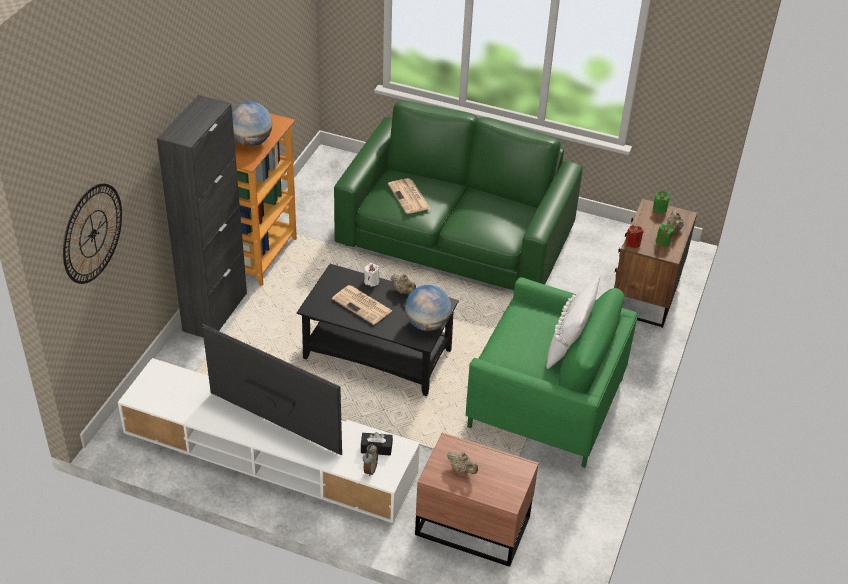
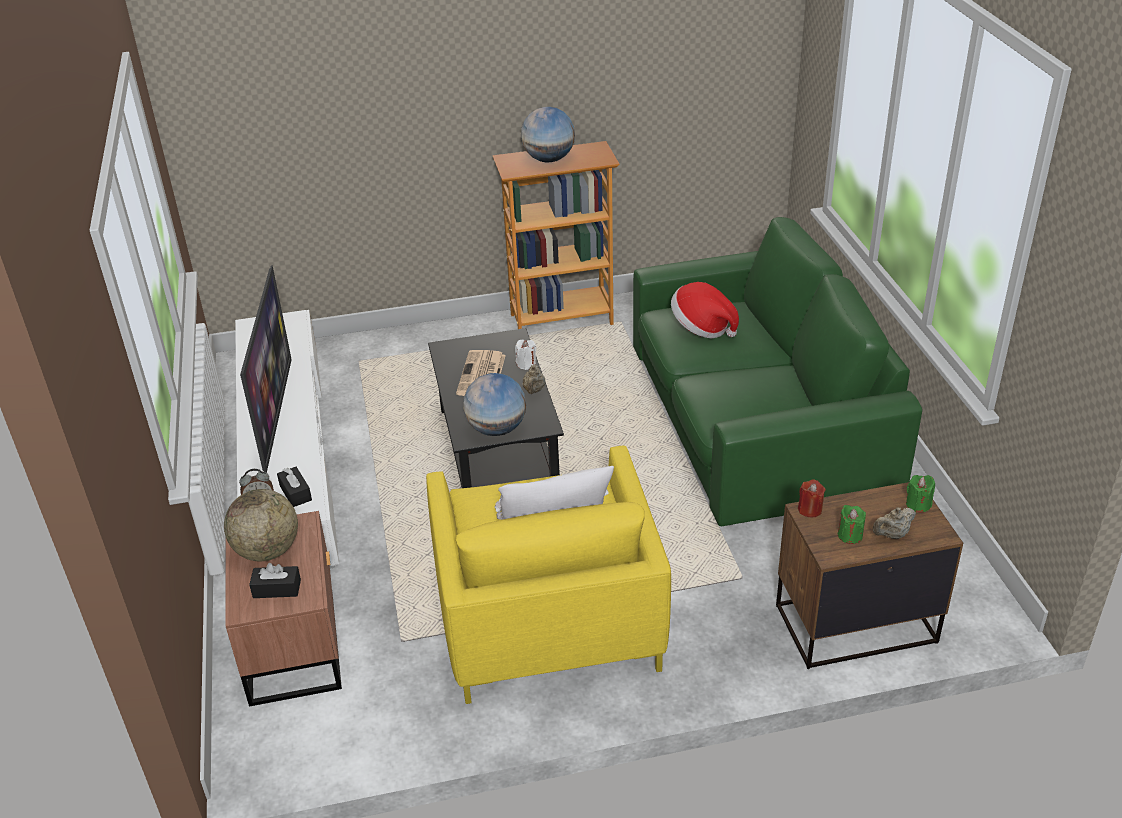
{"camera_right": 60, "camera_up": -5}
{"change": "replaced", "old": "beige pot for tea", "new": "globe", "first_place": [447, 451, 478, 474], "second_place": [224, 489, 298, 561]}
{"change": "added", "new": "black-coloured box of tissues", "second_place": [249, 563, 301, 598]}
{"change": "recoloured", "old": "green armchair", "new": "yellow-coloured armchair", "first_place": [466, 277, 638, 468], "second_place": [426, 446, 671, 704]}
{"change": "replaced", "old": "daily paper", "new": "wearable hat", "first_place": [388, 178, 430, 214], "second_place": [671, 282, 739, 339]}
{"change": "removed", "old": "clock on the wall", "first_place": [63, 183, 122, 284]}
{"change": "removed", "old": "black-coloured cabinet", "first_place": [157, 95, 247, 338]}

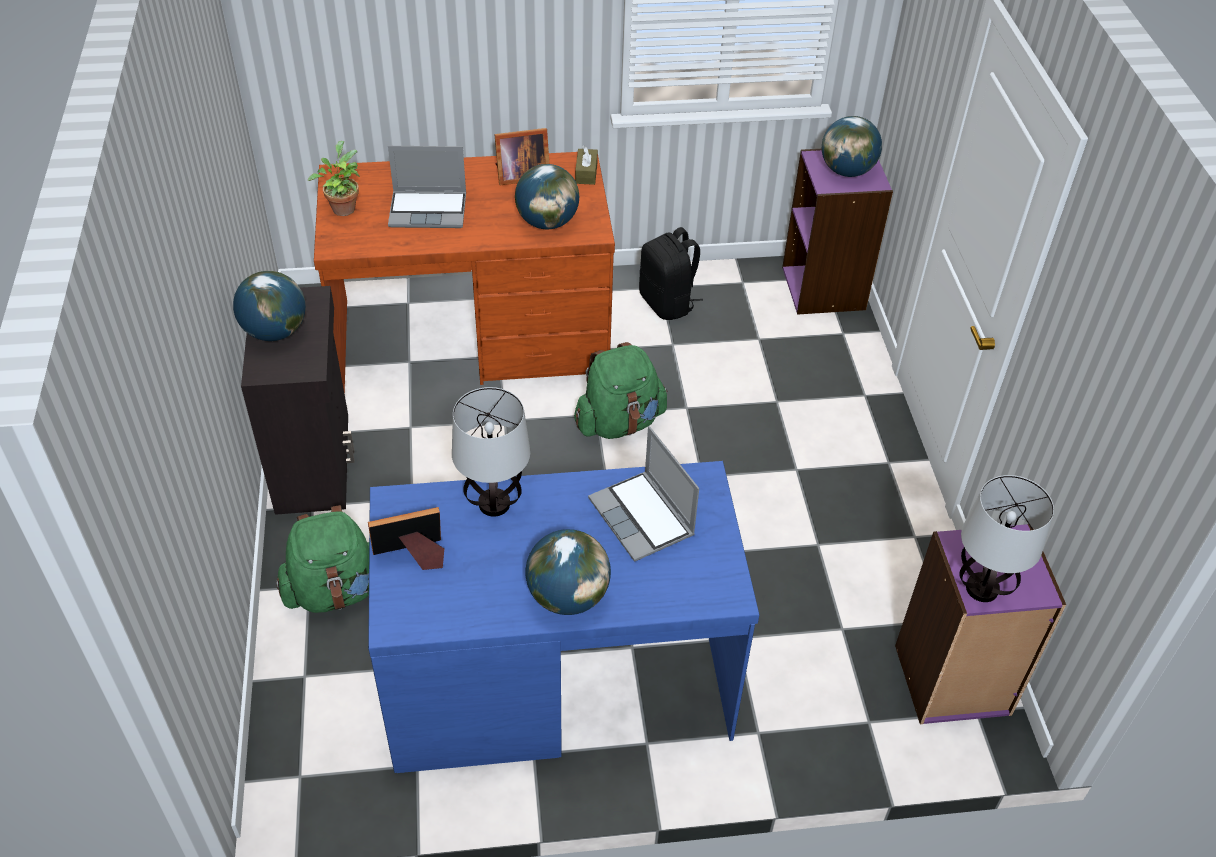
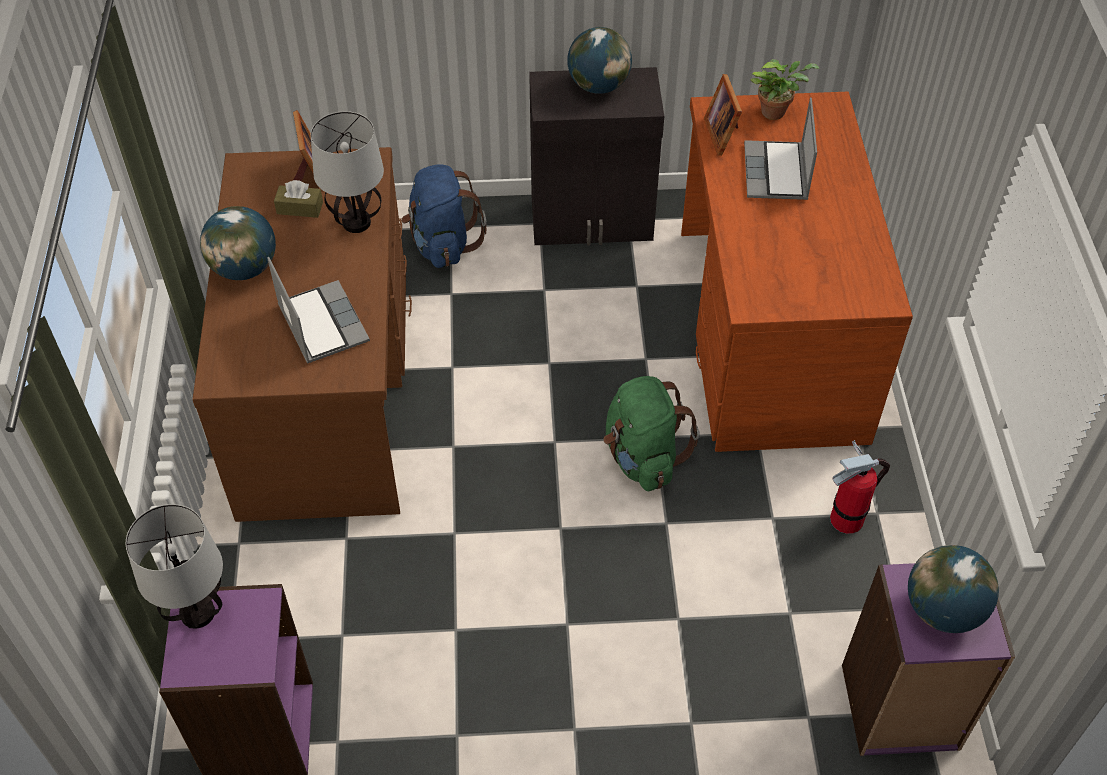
{"camera_right": 95, "camera_up": 5}
{"change": "recoloured", "old": "blue desk unit", "new": "brown desk unit", "first_place": [368, 461, 760, 773], "second_place": [192, 147, 412, 522]}
{"change": "turned", "old": "laptop", "first_place": [588, 426, 699, 562], "second_place": [268, 257, 370, 364], "degrees": 90}
{"change": "moved", "old": "brown box of tissues", "first_place": [575, 146, 598, 185], "second_place": [274, 180, 323, 218]}
{"change": "recoloured", "old": "green rucksack", "new": "blue rucksack", "first_place": [276, 505, 369, 613], "second_place": [401, 164, 487, 268]}
{"change": "moved", "old": "photo frame", "first_place": [494, 128, 549, 185], "second_place": [704, 74, 742, 156]}
{"change": "replaced", "old": "black-coloured rucksack", "new": "extinguisher", "first_place": [639, 227, 703, 320], "second_place": [830, 440, 890, 534]}
{"change": "removed", "old": "globe", "first_place": [515, 164, 579, 229]}

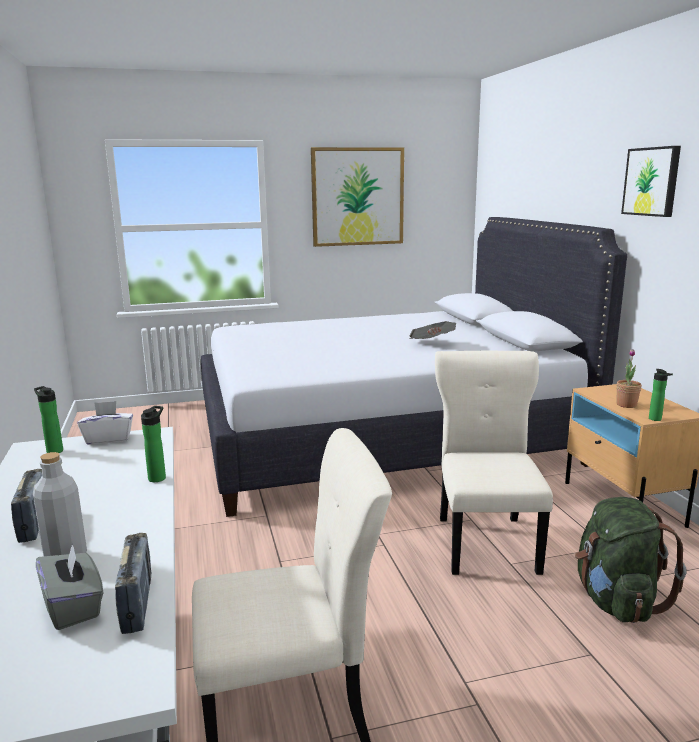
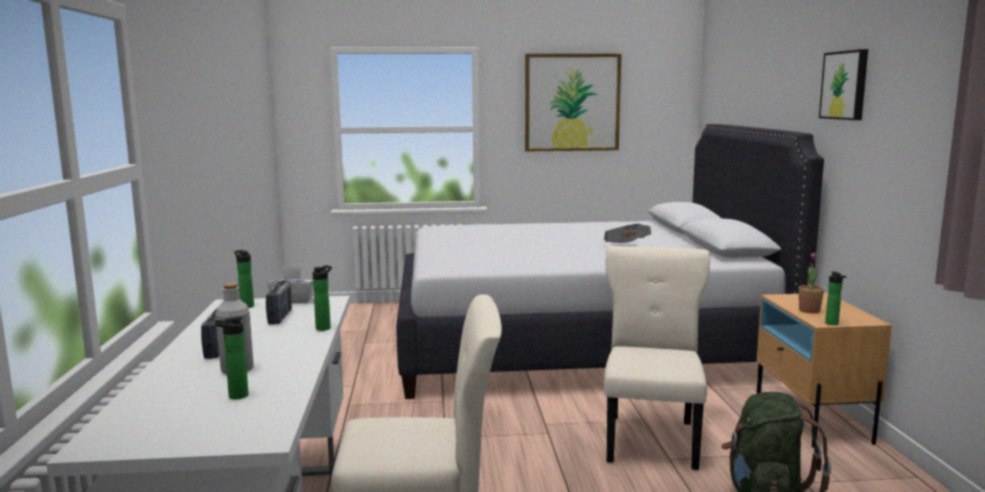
{"camera_right": 10, "camera_up": -5}
{"change": "replaced", "old": "gray box of tissues", "new": "beverage bottle", "first_place": [36, 542, 104, 630], "second_place": [214, 317, 249, 399]}
{"change": "moved", "old": "radio set", "first_place": [115, 533, 151, 634], "second_place": [266, 281, 292, 324]}

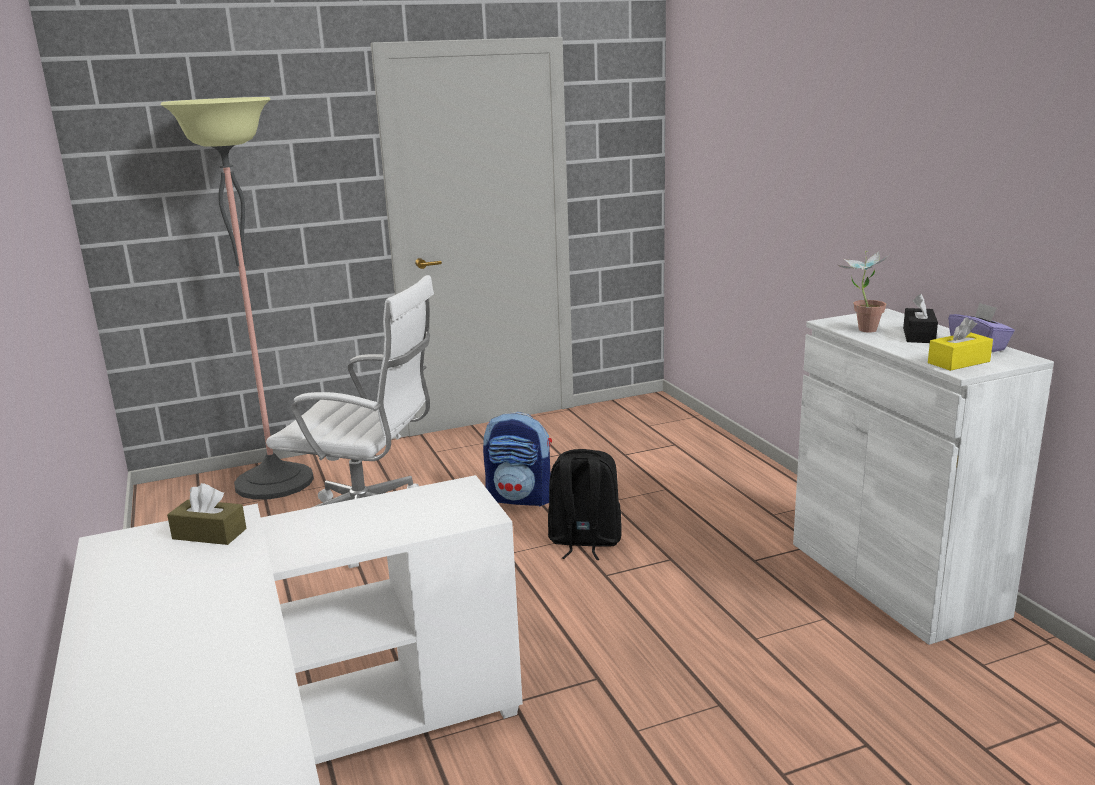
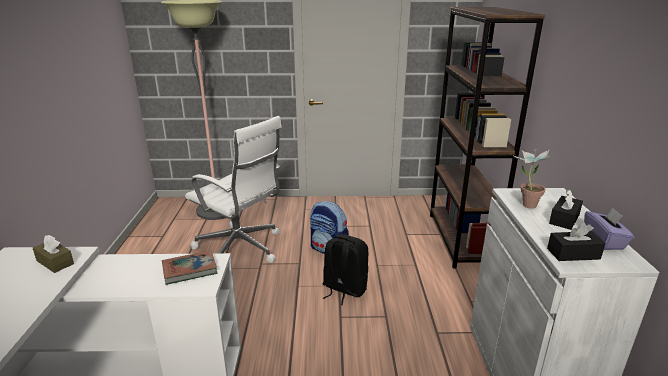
{"camera_right": 20, "camera_up": 5}
{"change": "added", "new": "volume", "second_place": [162, 250, 218, 285]}
{"change": "added", "new": "brown shelving unit", "second_place": [430, 7, 545, 268]}
{"change": "recoloured", "old": "yellow-coloured box of tissues", "new": "black-coloured box of tissues", "first_place": [928, 317, 993, 371], "second_place": [547, 222, 606, 261]}

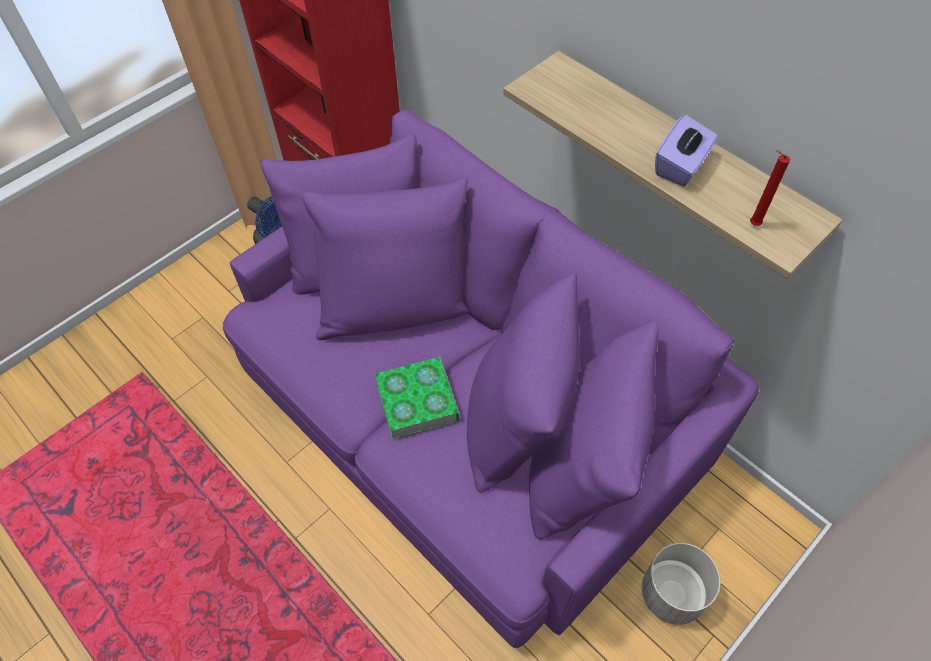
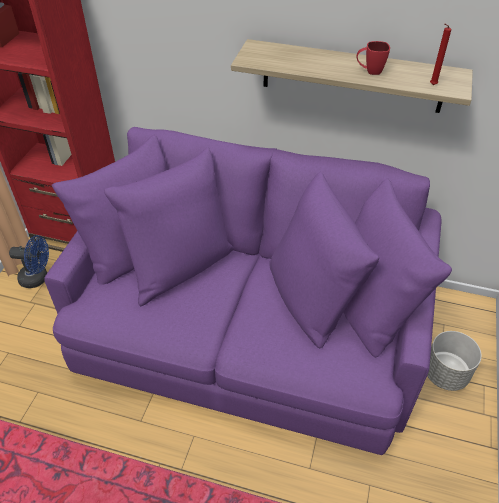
{"camera_right": -30, "camera_up": -10}
{"change": "replaced", "old": "purple-coloured box of tissues", "new": "reddish coffee mug", "first_place": [655, 115, 718, 186], "second_place": [356, 41, 390, 75]}
{"change": "removed", "old": "volume", "first_place": [375, 357, 459, 439]}

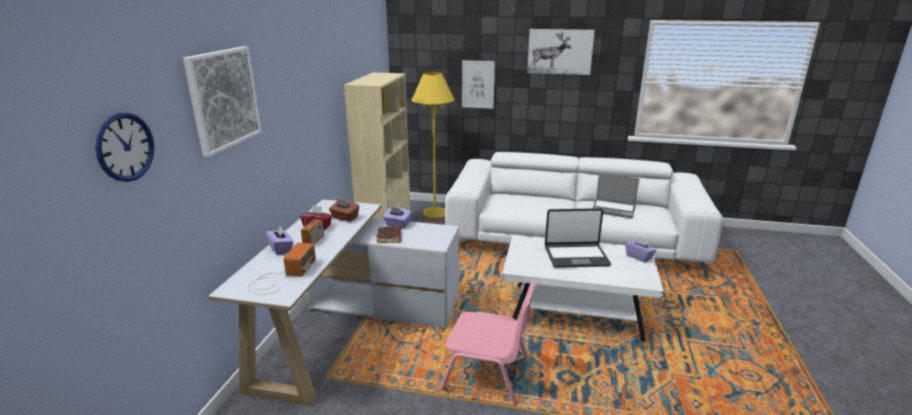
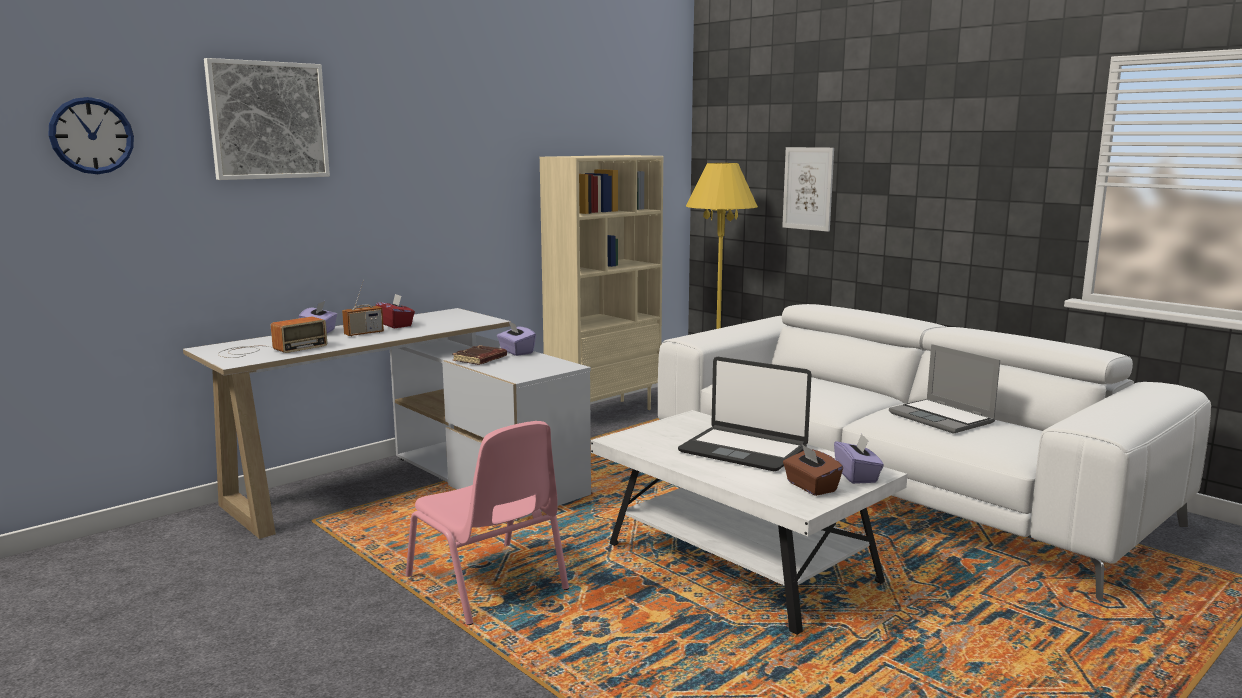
{"camera_right": 35, "camera_up": -10}
{"change": "moved", "old": "brown box of tissues", "first_place": [329, 199, 359, 222], "second_place": [783, 444, 843, 496]}
{"change": "removed", "old": "wall picture", "first_place": [527, 29, 595, 75]}

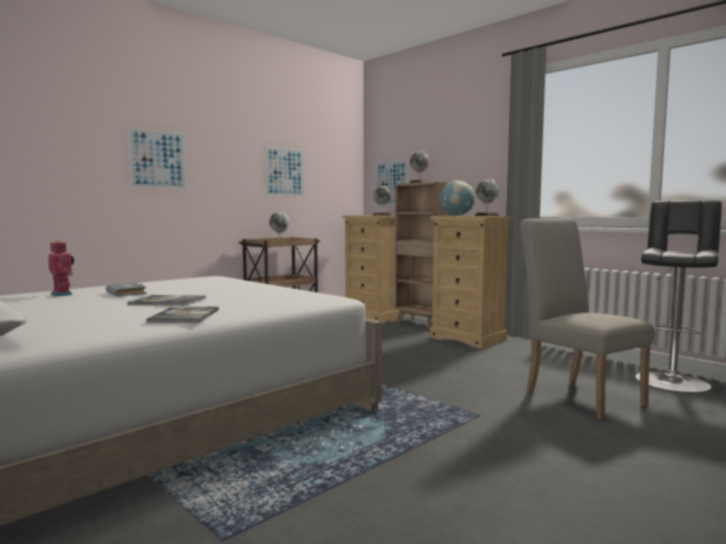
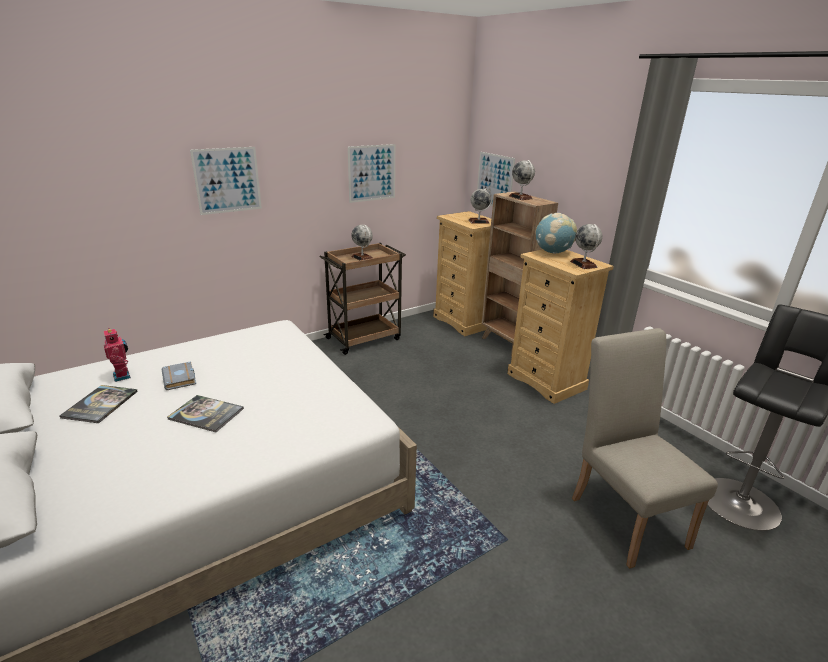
{"camera_right": 10, "camera_up": 20}
{"change": "moved", "old": "volume", "first_place": [146, 307, 219, 323], "second_place": [59, 385, 138, 423]}

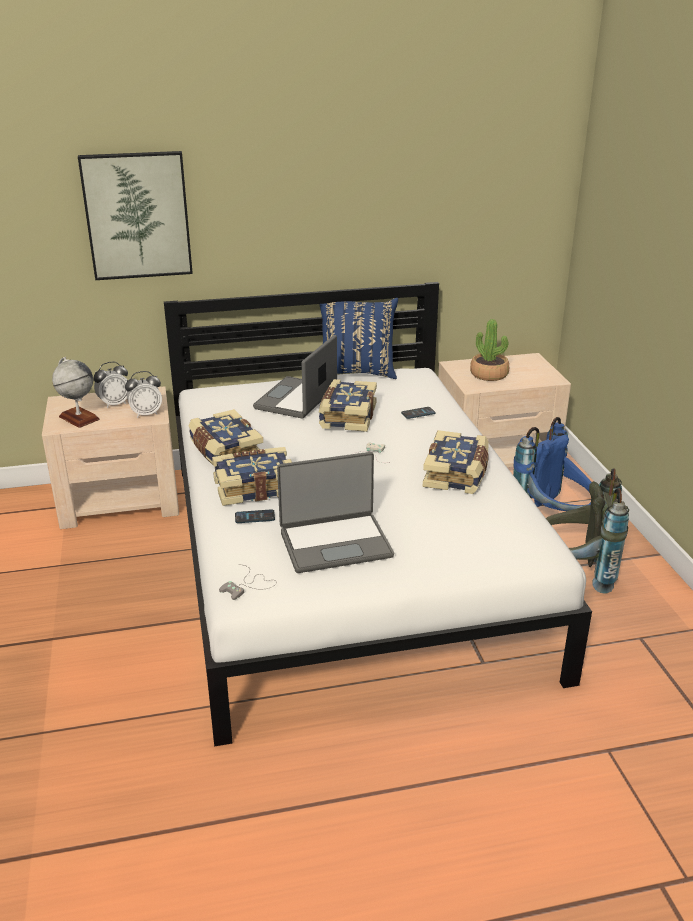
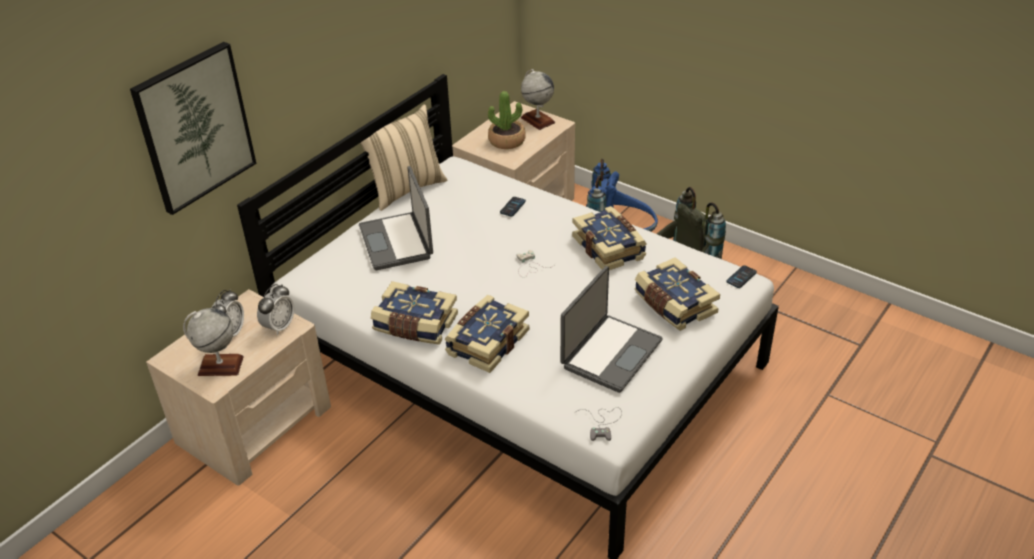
{"camera_right": -40, "camera_up": 10}
{"change": "recoloured", "old": "blue throw pillow", "new": "beige throw pillow", "first_place": [320, 298, 398, 379], "second_place": [360, 105, 448, 211]}
{"change": "added", "new": "globe", "second_place": [521, 69, 555, 130]}
{"change": "moved", "old": "volume", "first_place": [319, 379, 377, 432], "second_place": [635, 257, 720, 331]}
{"change": "moved", "old": "telephone", "first_place": [235, 509, 275, 523], "second_place": [726, 265, 757, 288]}

